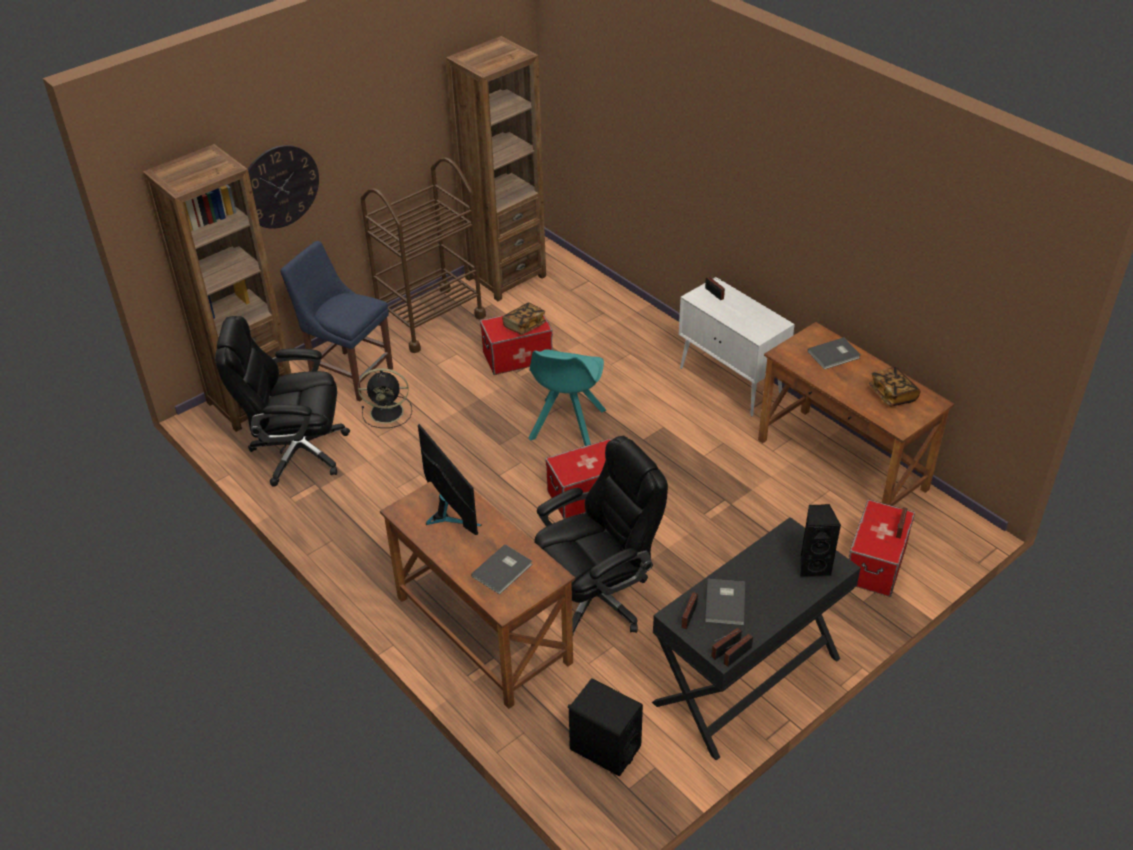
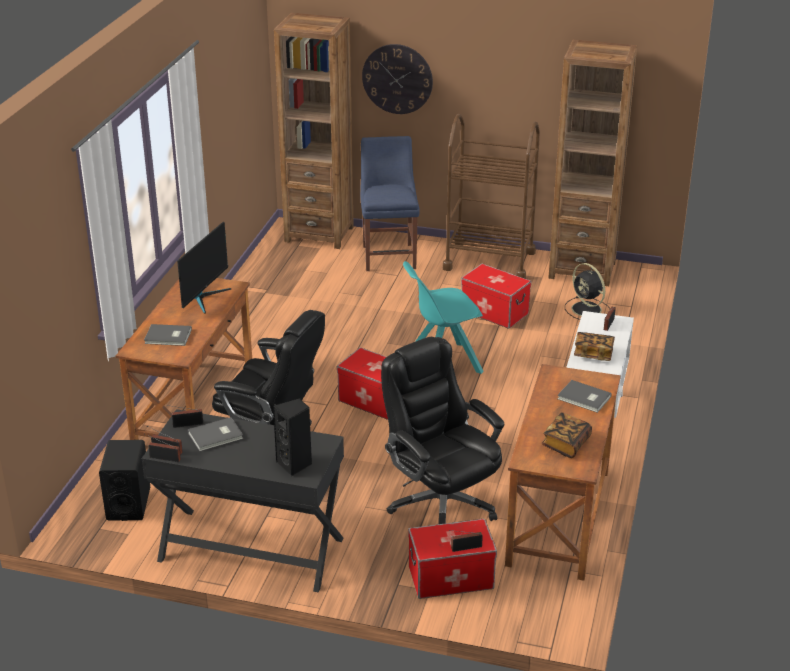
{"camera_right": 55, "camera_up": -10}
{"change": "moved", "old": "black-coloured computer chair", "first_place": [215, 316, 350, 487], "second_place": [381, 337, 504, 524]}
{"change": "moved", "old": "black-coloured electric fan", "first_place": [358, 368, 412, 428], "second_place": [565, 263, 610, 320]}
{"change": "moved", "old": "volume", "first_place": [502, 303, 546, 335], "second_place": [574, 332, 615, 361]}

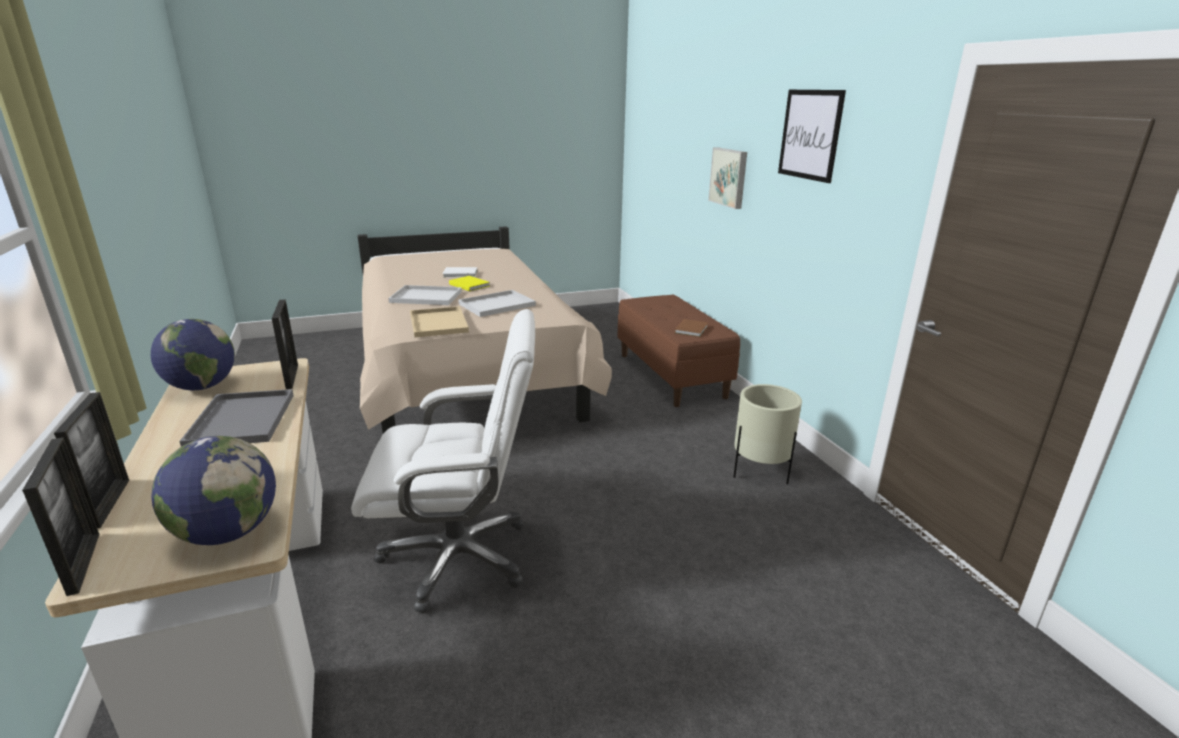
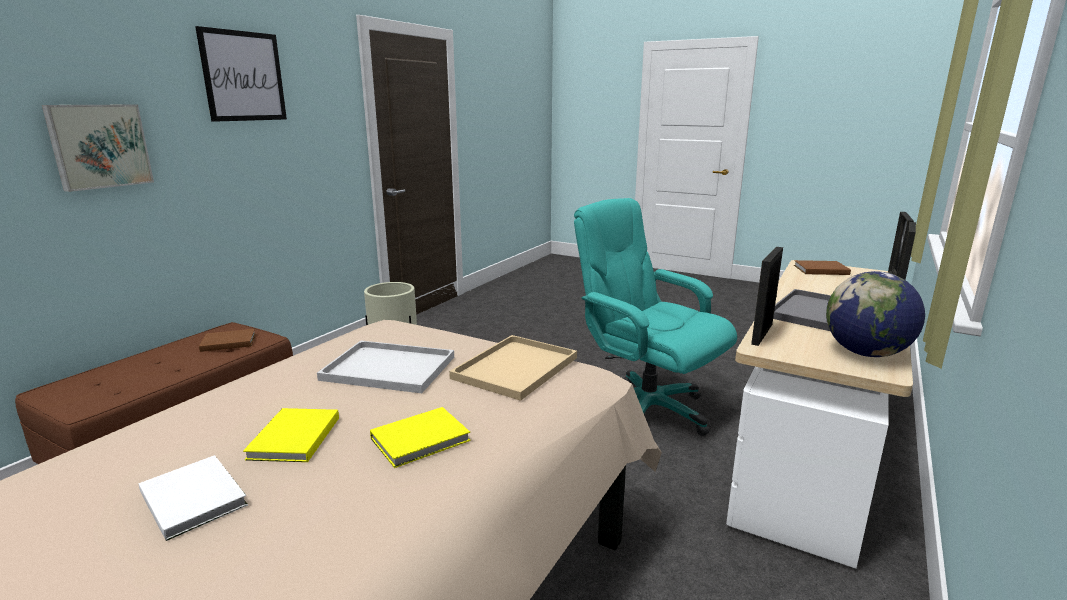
{"camera_right": -130, "camera_up": -5}
{"change": "replaced", "old": "white tray", "new": "yellow-coloured volume", "first_place": [388, 285, 462, 305], "second_place": [370, 407, 471, 468]}
{"change": "recoloured", "old": "white computer chair", "new": "turquoise-coloured computer chair", "first_place": [351, 309, 535, 613], "second_place": [574, 198, 737, 436]}
{"change": "replaced", "old": "globe", "new": "brown volume", "first_place": [151, 436, 276, 545], "second_place": [794, 260, 851, 275]}

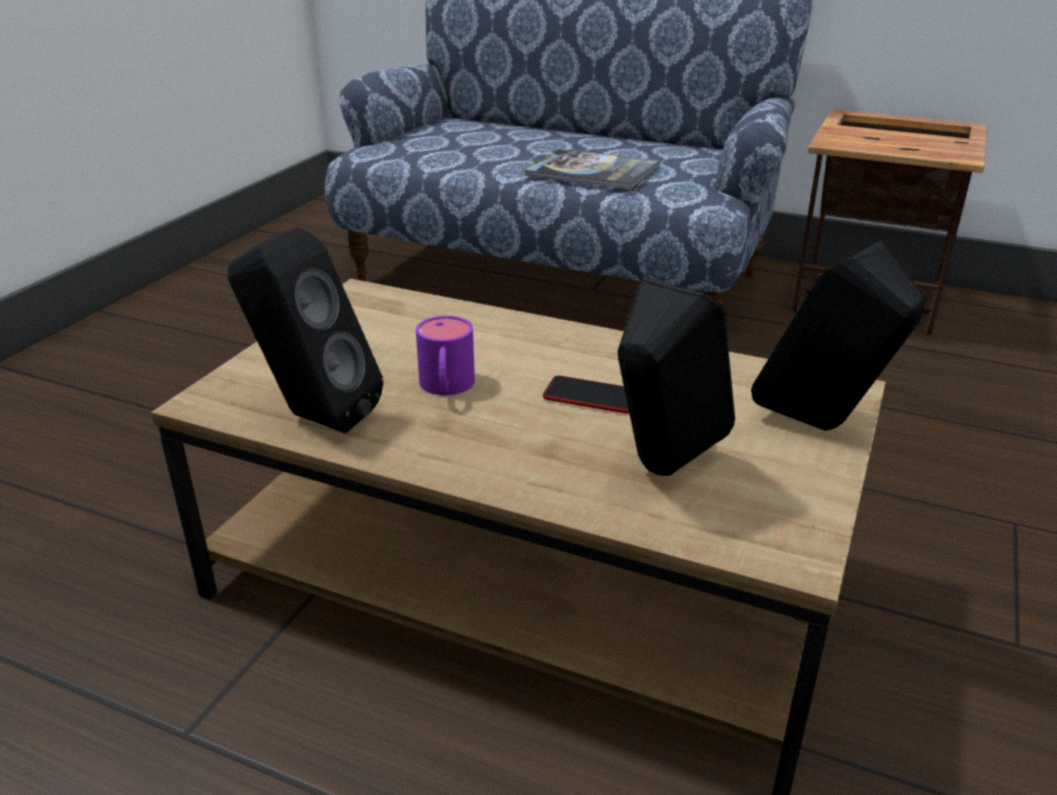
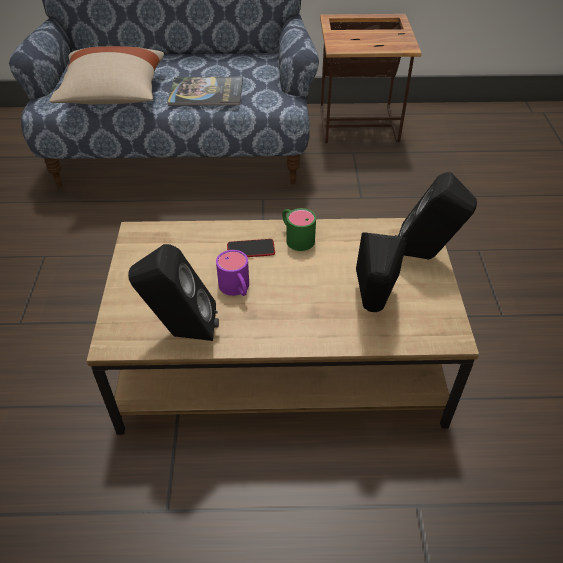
{"camera_right": -25, "camera_up": 15}
{"change": "added", "new": "beige throw pillow", "second_place": [49, 46, 164, 104]}
{"change": "moved", "old": "telephone", "first_place": [543, 375, 629, 414], "second_place": [227, 239, 275, 257]}
{"change": "added", "new": "green coffee mug", "second_place": [282, 208, 316, 251]}

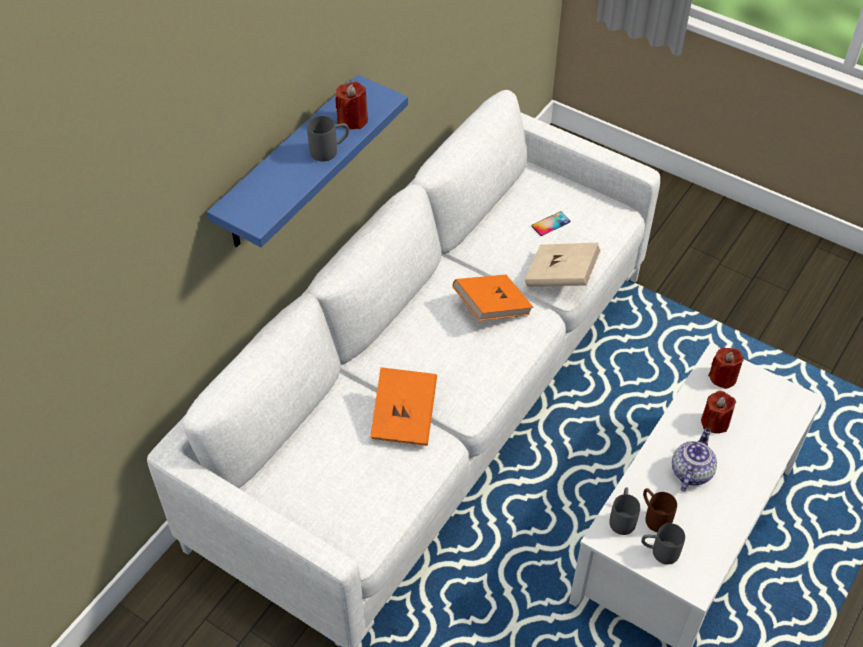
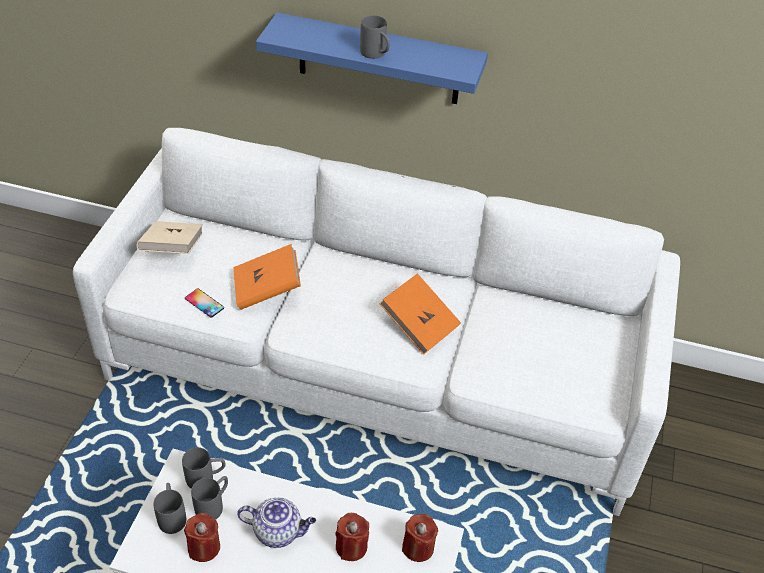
{"camera_right": 70, "camera_up": -5}
{"change": "moved", "old": "beige volume", "first_place": [525, 243, 601, 286], "second_place": [137, 221, 203, 254]}
{"change": "moved", "old": "reddish candle", "first_place": [335, 81, 368, 130], "second_place": [184, 513, 220, 562]}
{"change": "moved", "old": "telephone", "first_place": [531, 211, 570, 236], "second_place": [185, 288, 224, 318]}
{"change": "recoloured", "old": "brown coffee mug", "new": "gray coffee mug", "first_place": [643, 488, 677, 532], "second_place": [191, 476, 228, 520]}

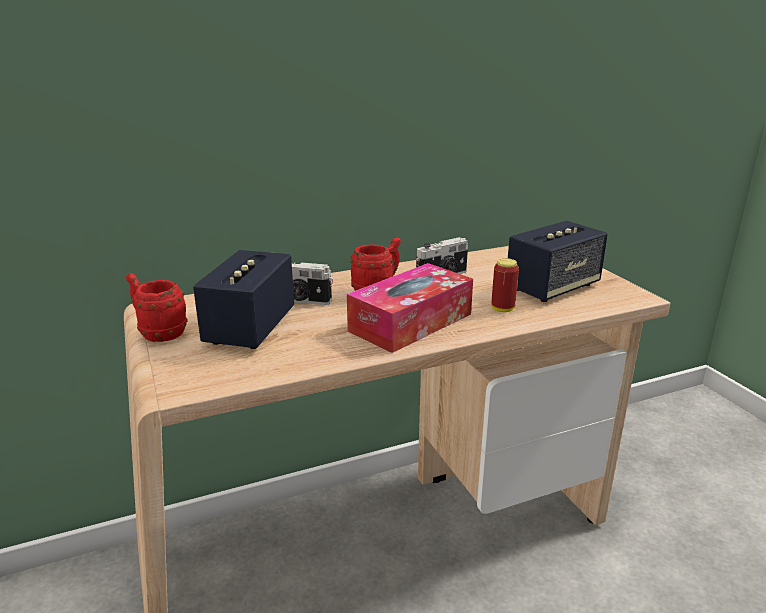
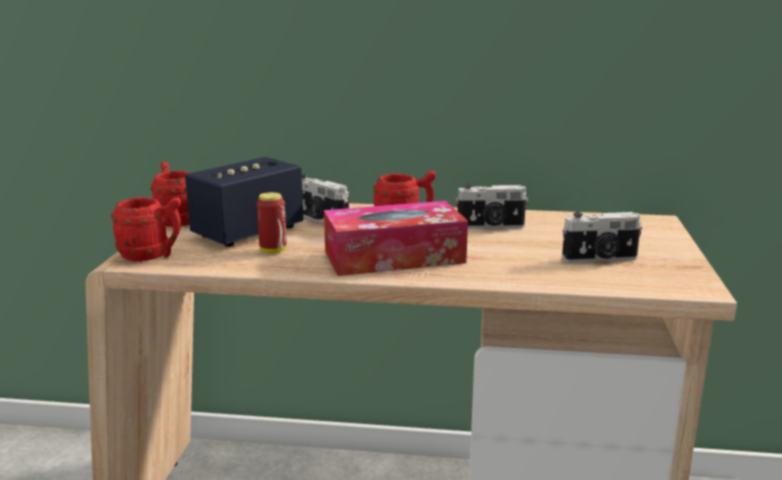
{"camera_right": 30, "camera_up": -5}
{"change": "added", "new": "reddish coffee mug", "second_place": [111, 197, 181, 262]}
{"change": "moved", "old": "metal can", "first_place": [491, 258, 519, 312], "second_place": [257, 192, 287, 253]}
{"change": "replaced", "old": "speaker", "new": "still camera", "first_place": [508, 221, 608, 302], "second_place": [562, 212, 642, 263]}

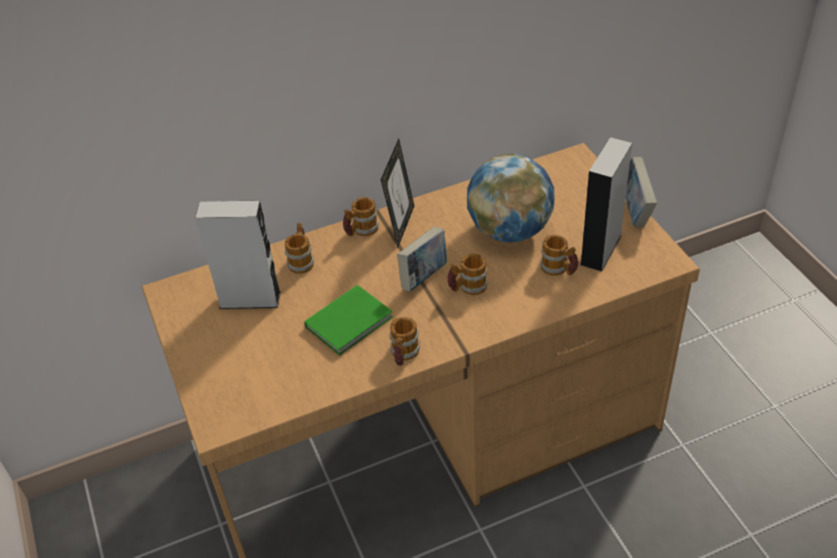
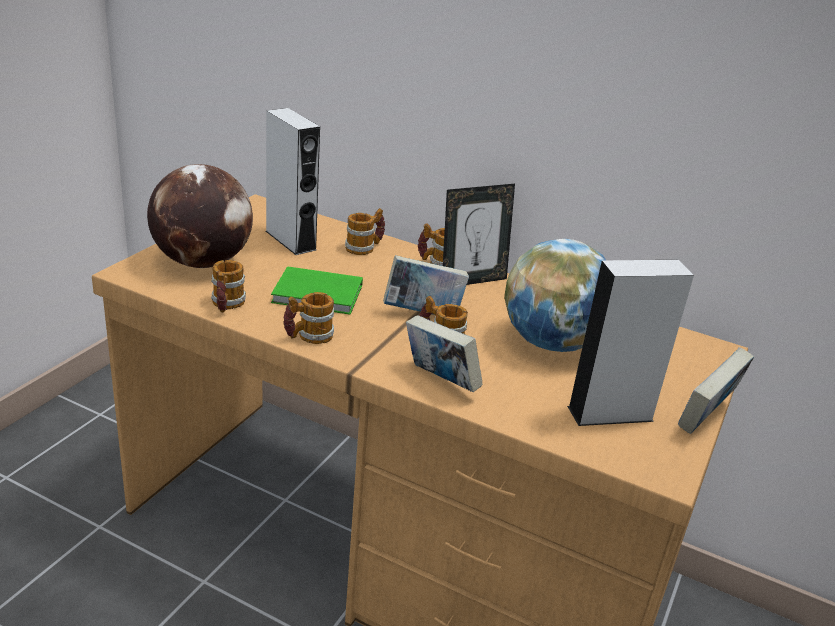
{"camera_right": 45, "camera_up": -15}
{"change": "added", "new": "globe", "second_place": [147, 164, 253, 268]}
{"change": "moved", "old": "coffee mug", "first_place": [540, 235, 578, 276], "second_place": [211, 260, 246, 312]}
{"change": "added", "new": "volume", "second_place": [406, 315, 483, 392]}

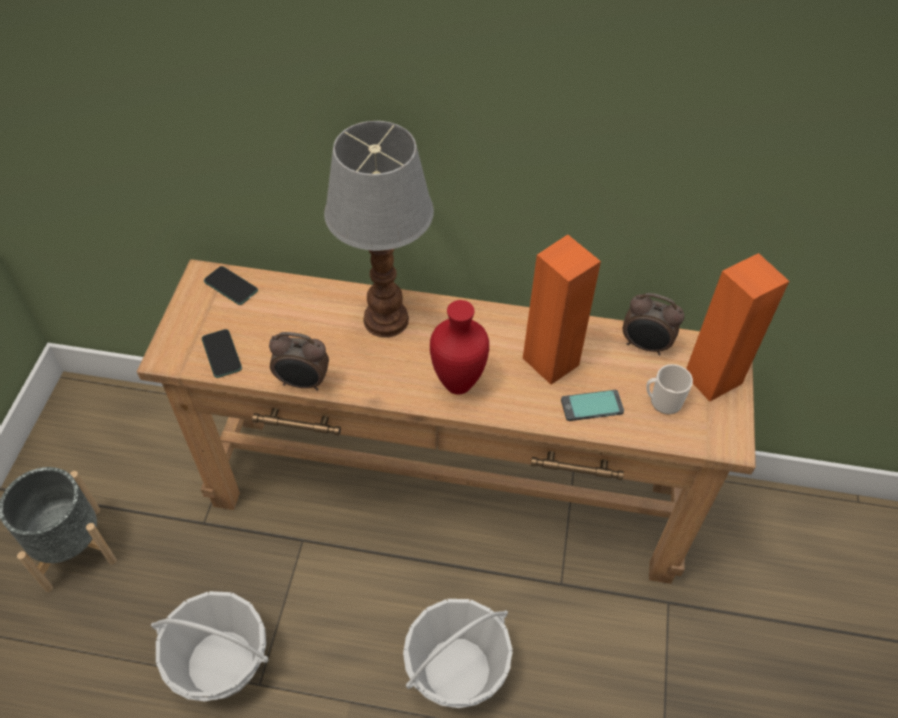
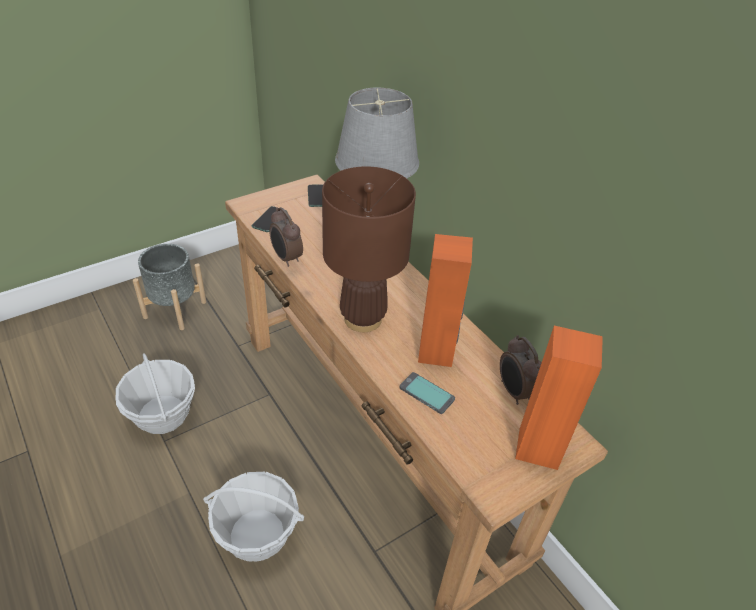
{"camera_right": 45, "camera_up": -10}
{"change": "replaced", "old": "reddish flower vase", "new": "brown table lamp", "first_place": [430, 300, 489, 394], "second_place": [322, 166, 416, 332]}
{"change": "removed", "old": "coffee mug", "first_place": [646, 364, 693, 415]}

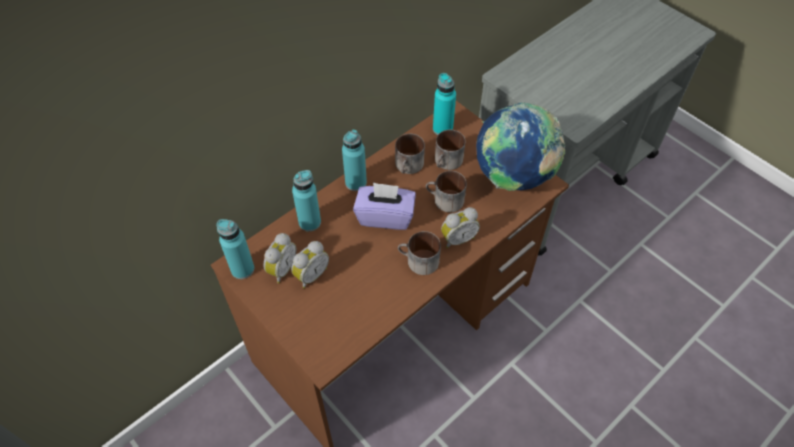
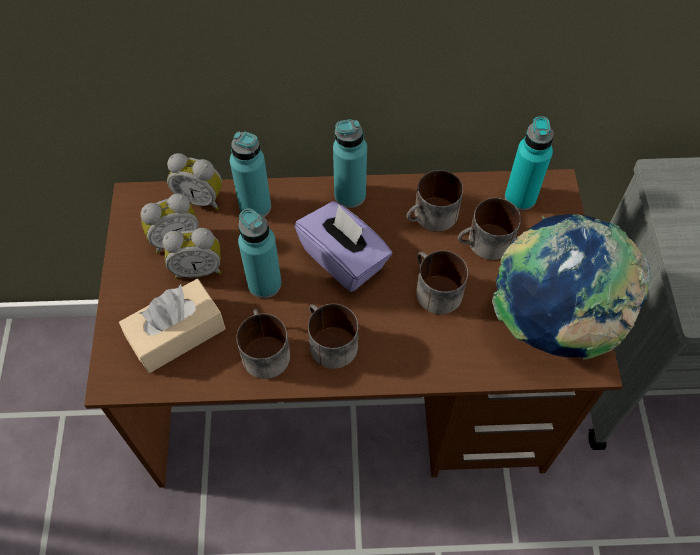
{"camera_right": 40, "camera_up": 5}
{"change": "added", "new": "beige box of tissues", "second_place": [119, 279, 225, 373]}
{"change": "moved", "old": "alarm clock", "first_place": [441, 207, 480, 249], "second_place": [167, 153, 222, 210]}
{"change": "added", "new": "coffee mug", "second_place": [236, 309, 290, 379]}
{"change": "moved", "old": "turquoise-coloured beverage bottle", "first_place": [216, 219, 254, 279], "second_place": [238, 208, 282, 298]}

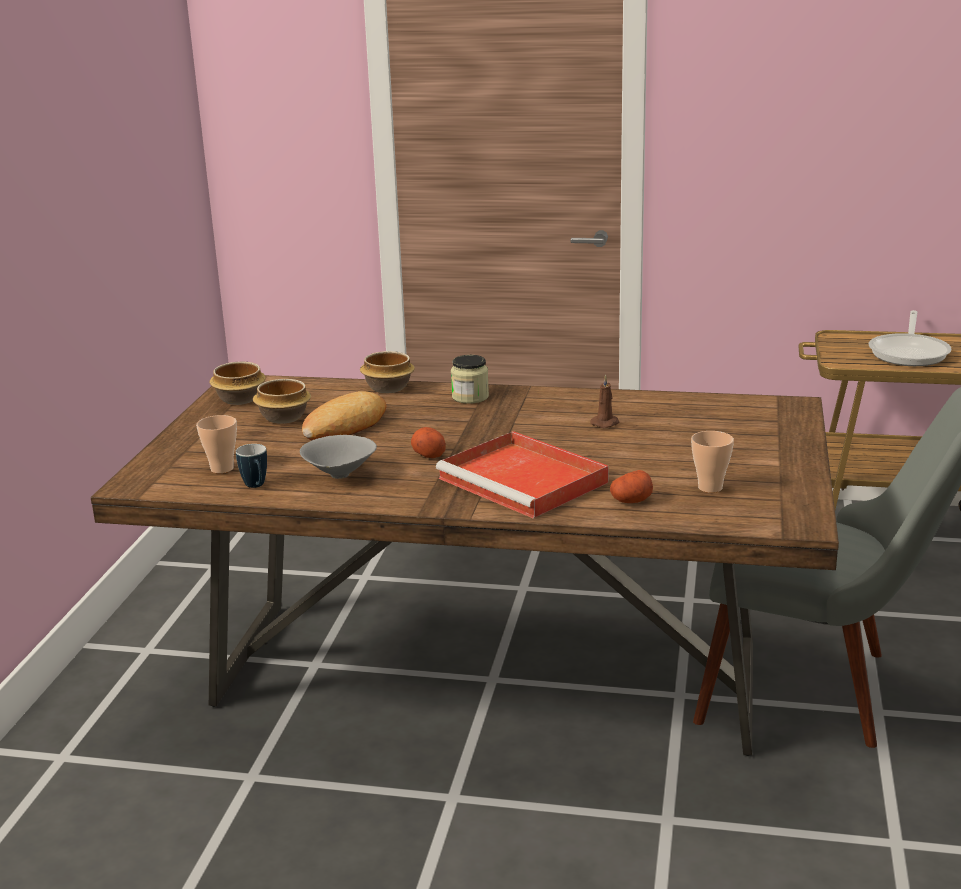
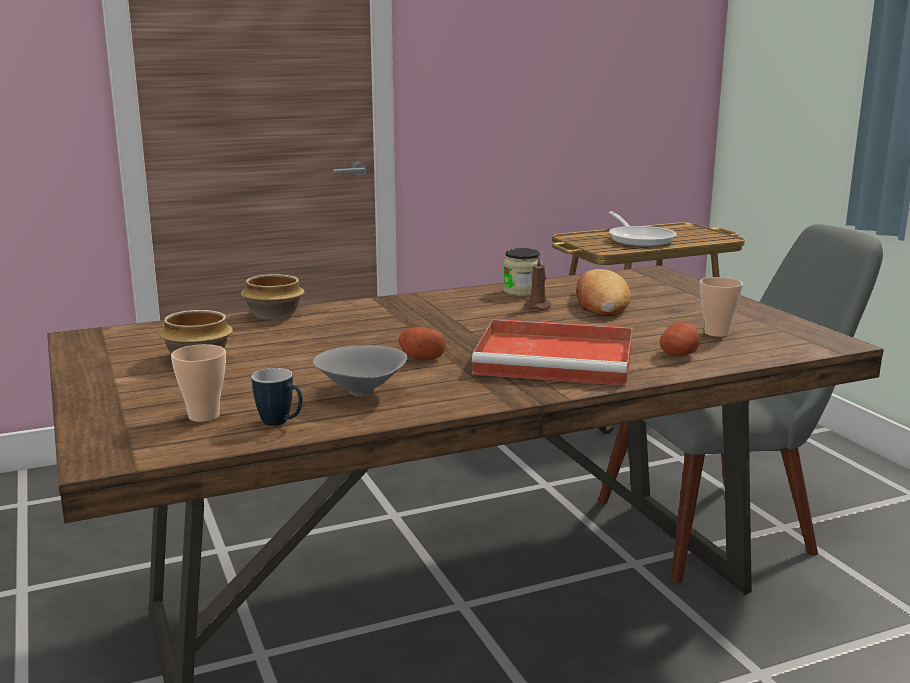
{"camera_right": -35, "camera_up": -5}
{"change": "moved", "old": "jar", "first_place": [451, 355, 489, 404], "second_place": [503, 248, 542, 296]}
{"change": "moved", "old": "baked bread", "first_place": [302, 391, 387, 440], "second_place": [576, 269, 631, 316]}
{"change": "removed", "old": "deep dish", "first_place": [210, 362, 266, 405]}

